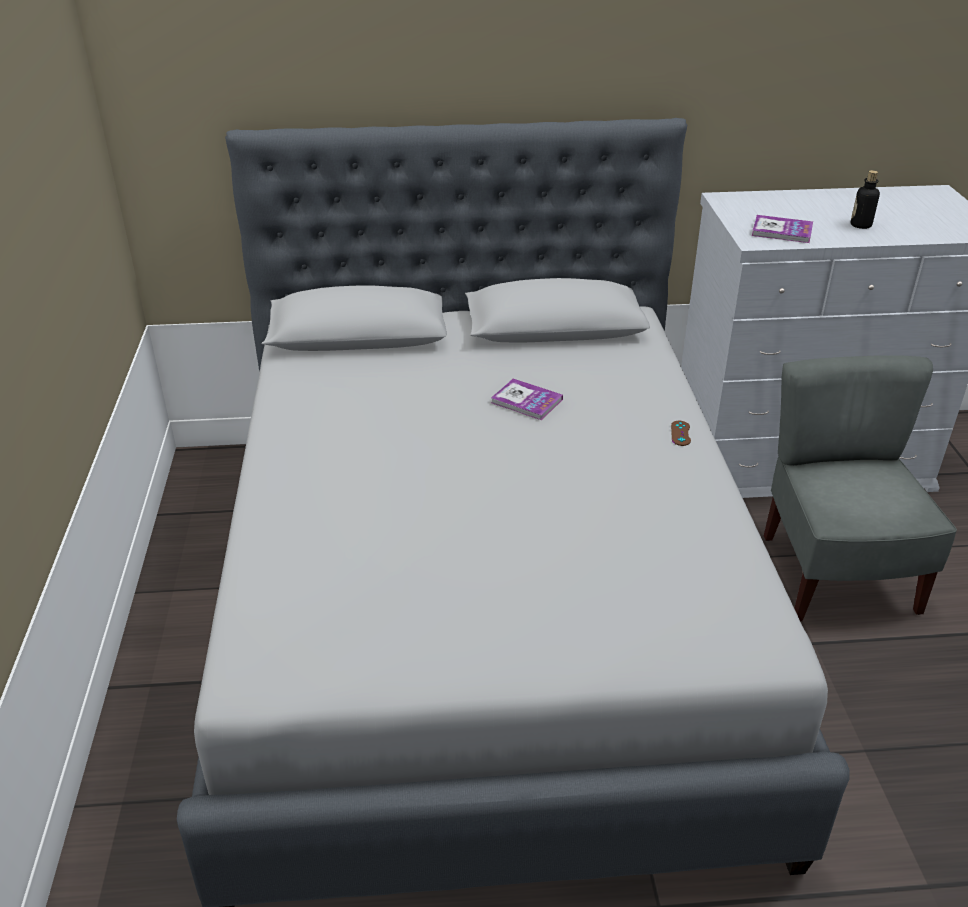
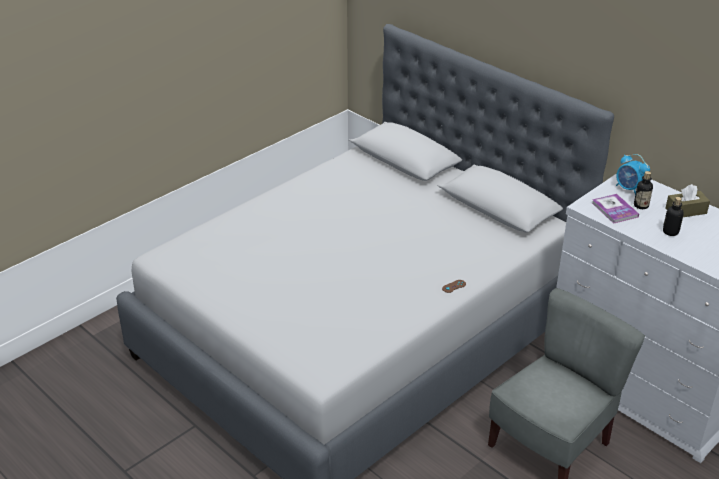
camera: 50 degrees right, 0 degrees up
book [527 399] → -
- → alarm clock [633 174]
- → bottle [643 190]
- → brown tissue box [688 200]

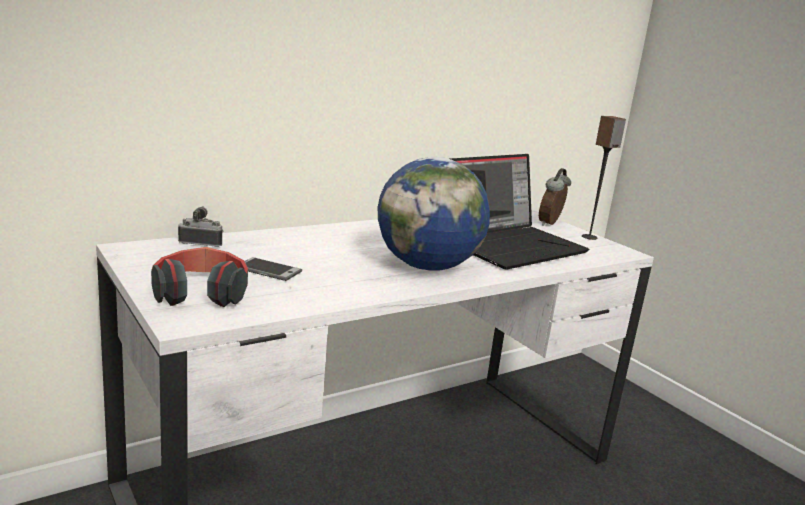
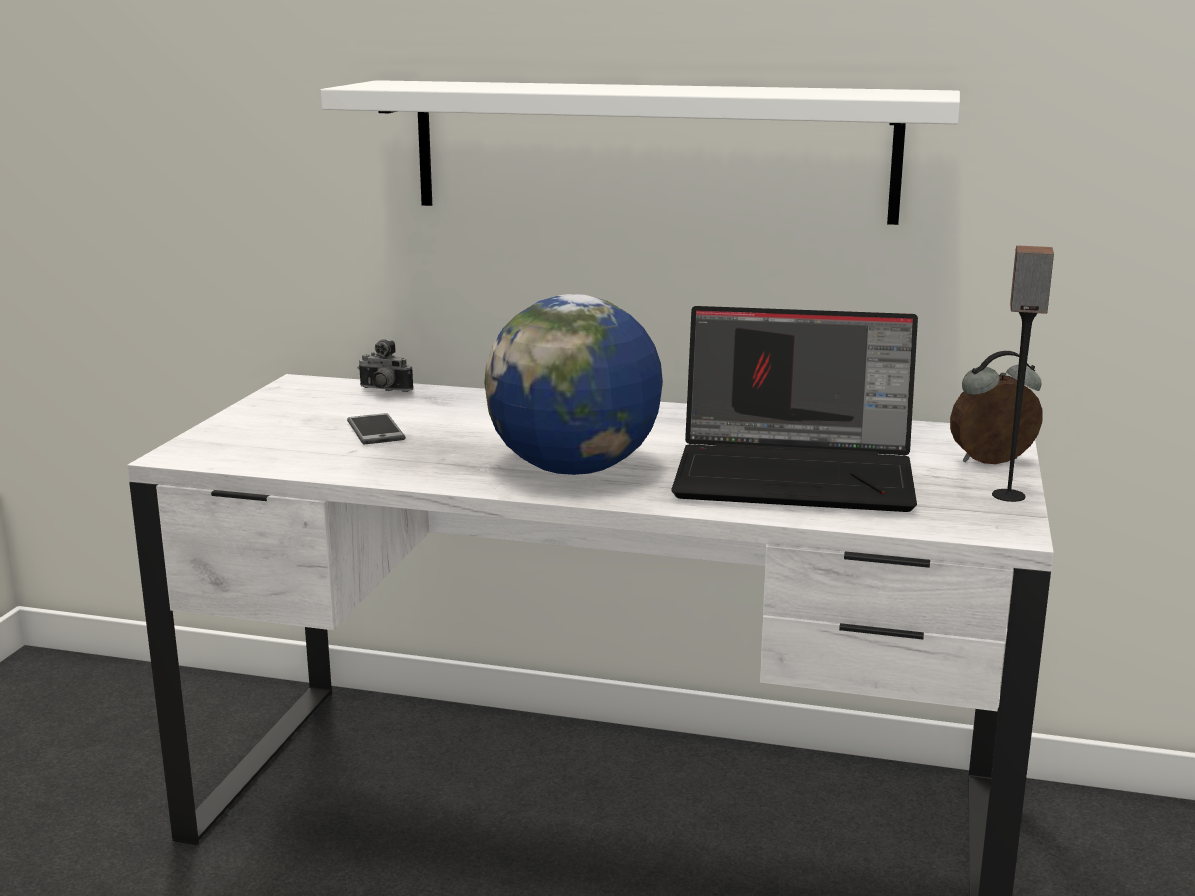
camera: 50 degrees right, 0 degrees up
headphones [199 277] → -
- → white shelf [640 152]
photo camera [200 226] → photo camera [385 365], 150 degrees clockwise

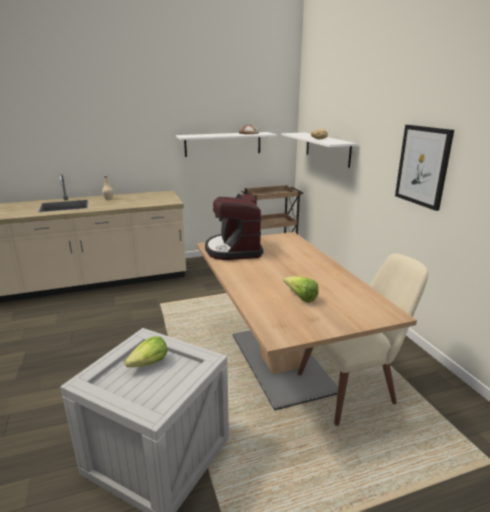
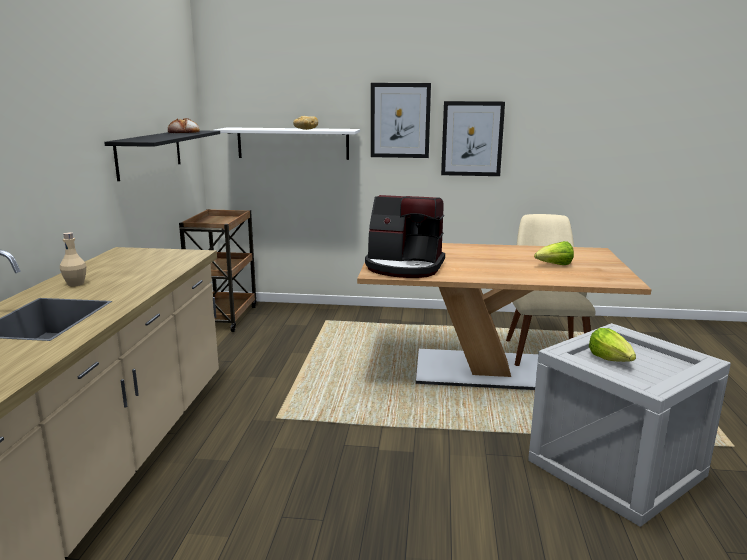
camera: 65 degrees left, 5 degrees down
- → picture [401 120]
white shelf [226 144] → black shelf [162 156]

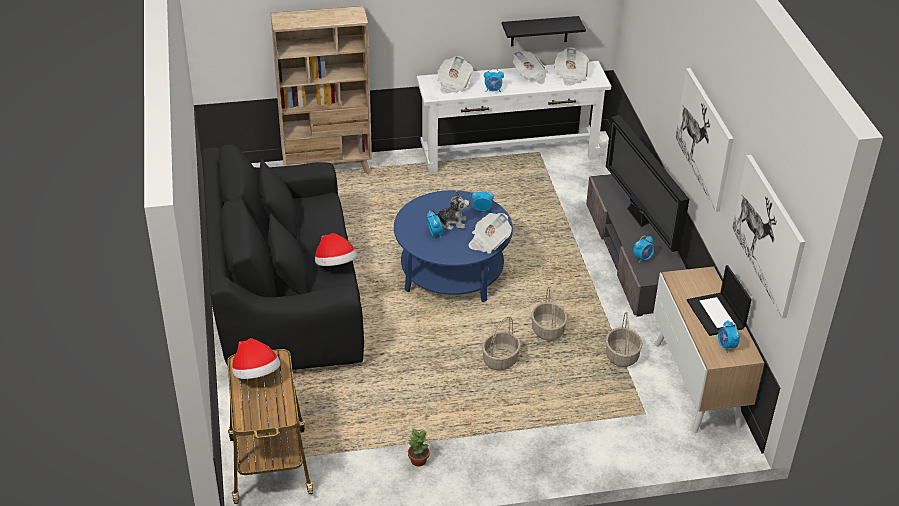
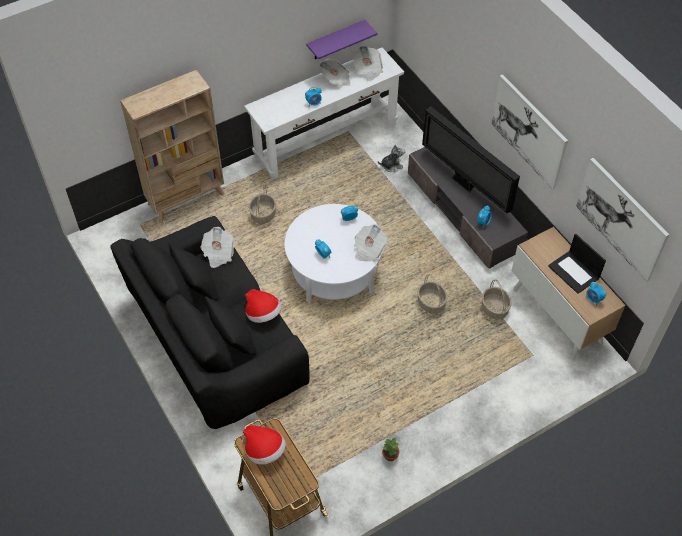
camera: 20 degrees left, 15 degrees up
plush toy [451 210] → plush toy [391 158], moved
newspaper [455 75] → newspaper [218 247], moved
basket [501 343] → basket [262 204], moved
blue coffee table [453 246] → white coffee table [333 253]
black shelf [544 31] → purple shelf [341 39]

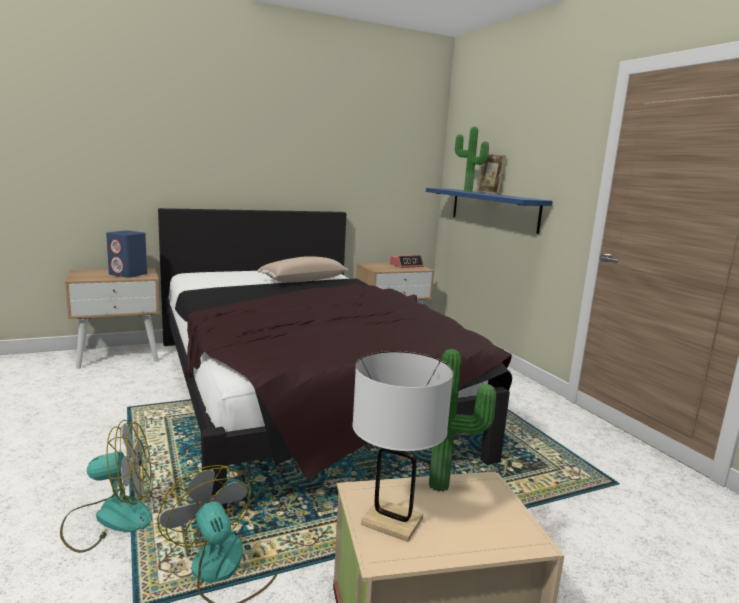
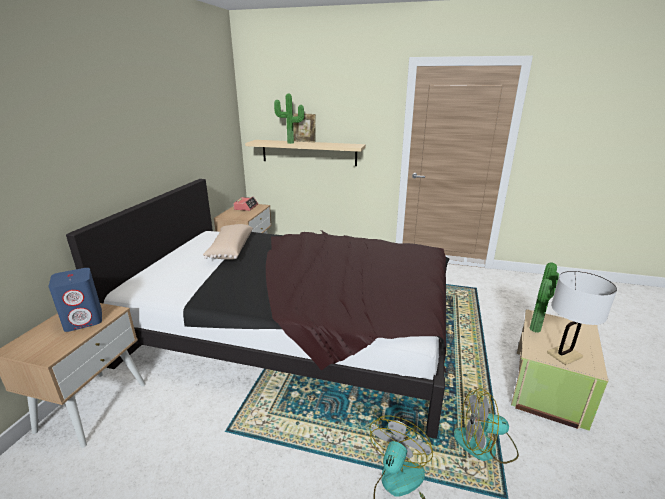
camera: 50 degrees left, 10 degrees up
blue shelf [489 211] → beige shelf [305 153]

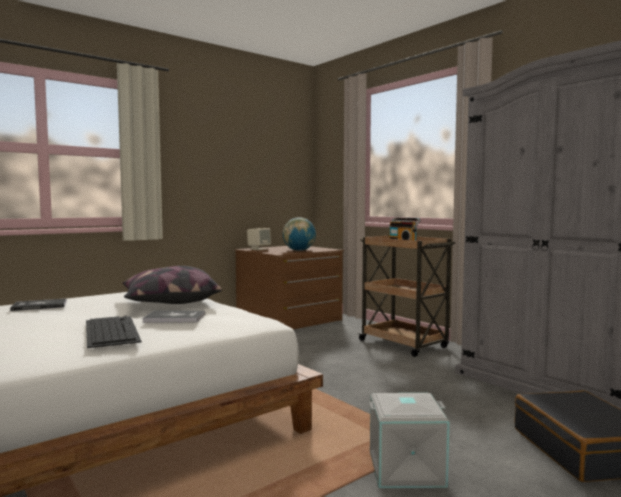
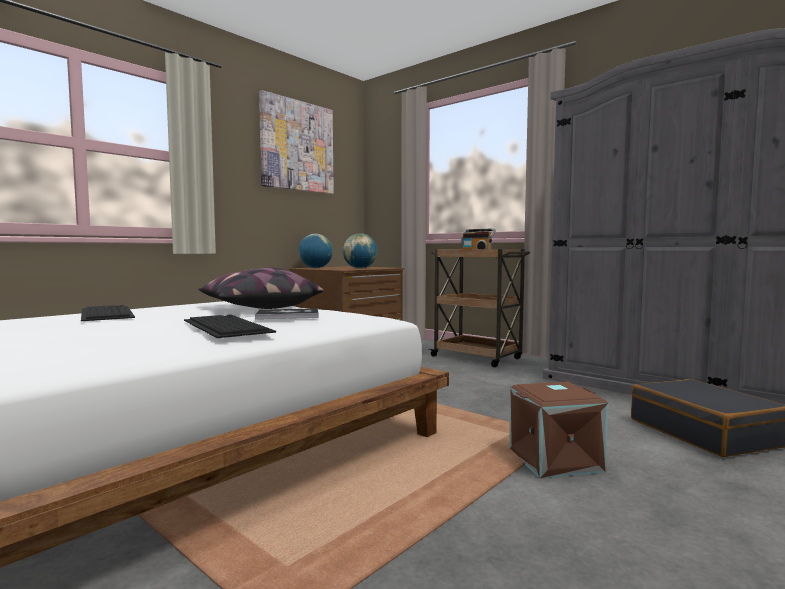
camera: 10 degrees left, 0 degrees up
- → picture [296 142]
book [38 304] → keyboard [108 313]
beige speaker [259 239] → globe [315 251]
grey storage box [409 440] → brown storage box [558 430]

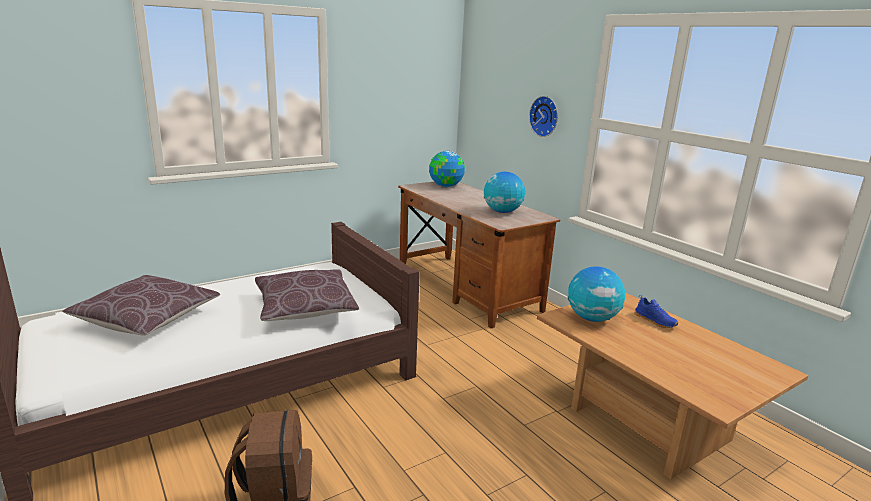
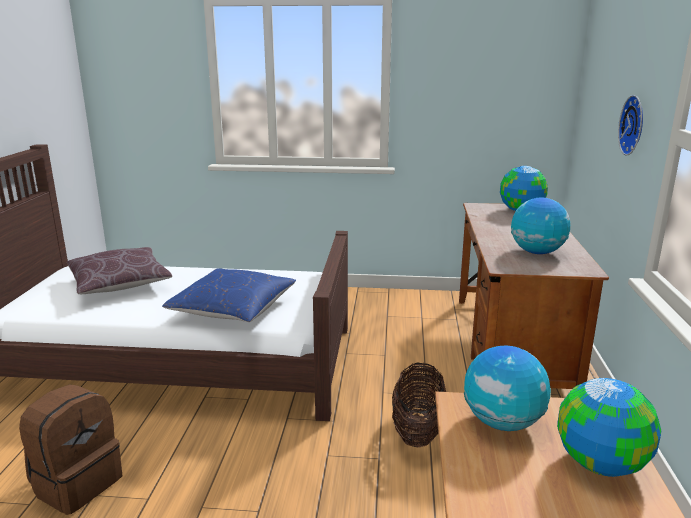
camera: 40 degrees right, 0 degrees up
- → basket [419 404]
blue shoe [656 311] → globe [609 427]
brown pillow [307 295] → blue pillow [229 295]

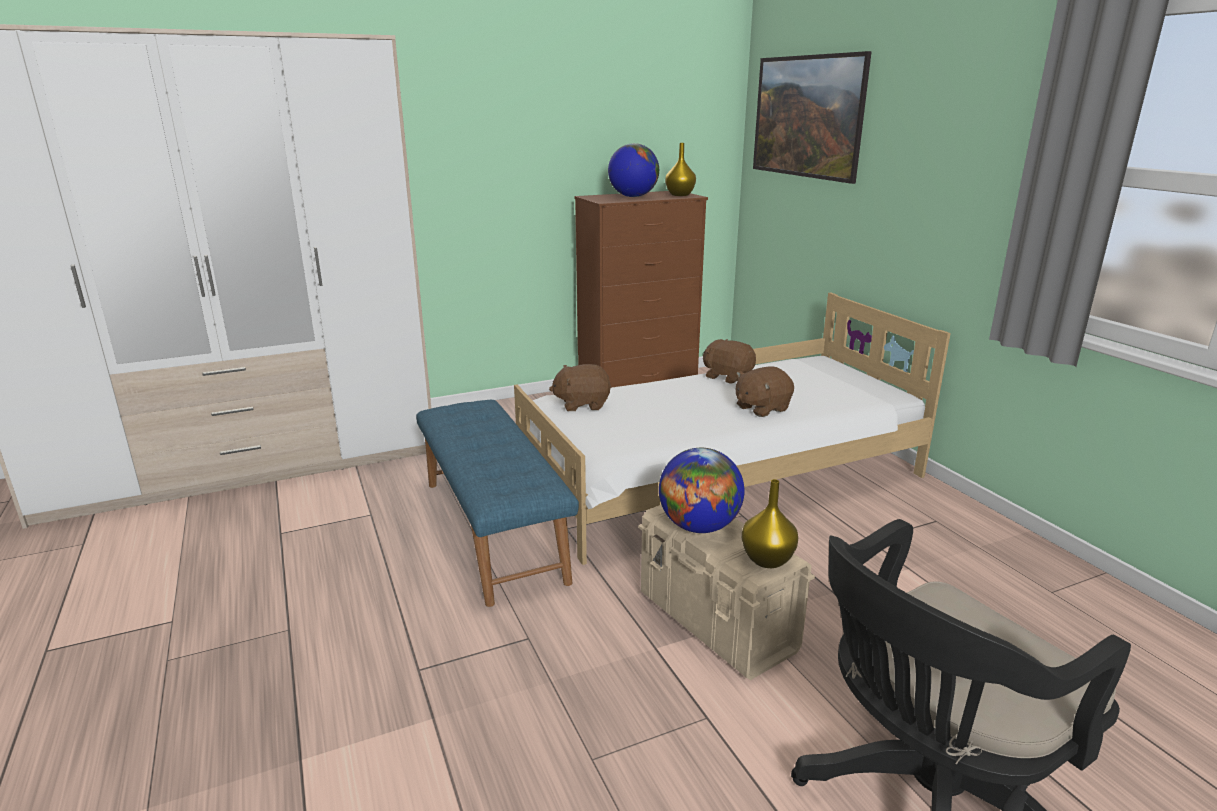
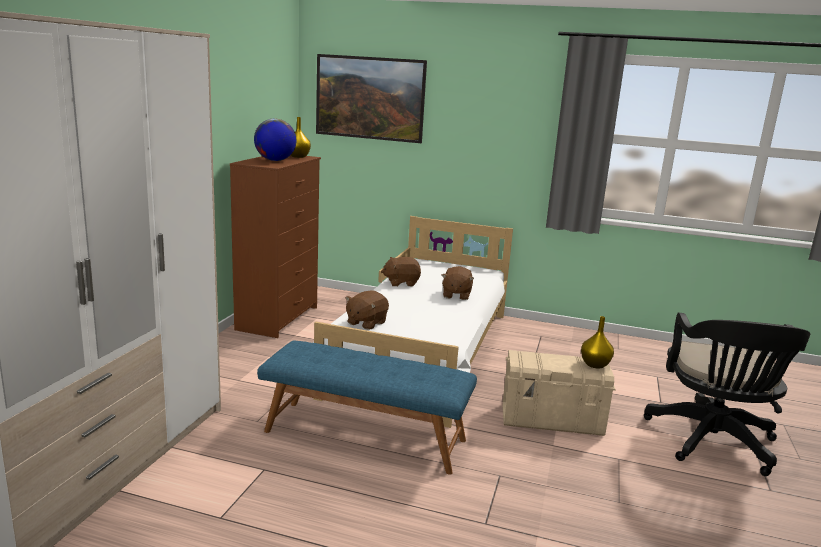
camera: 50 degrees left, 5 degrees down
globe [701 490] → -

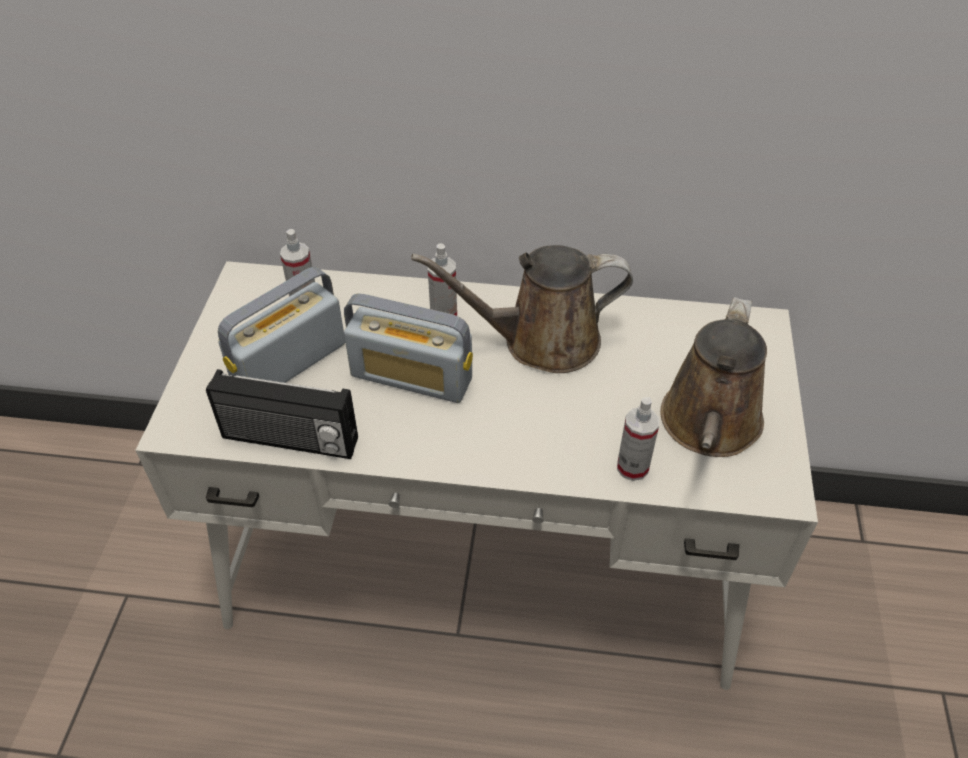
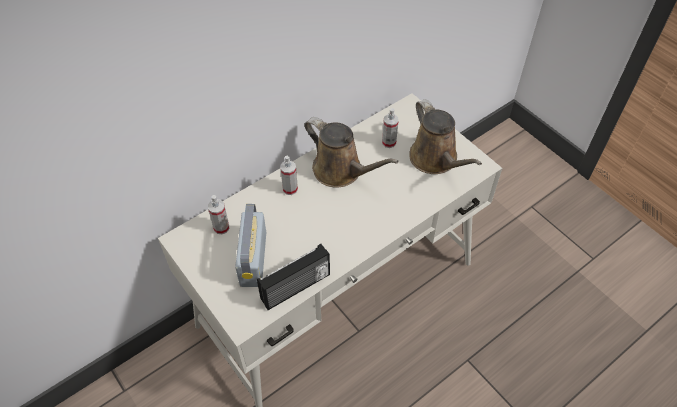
camera: 45 degrees left, 5 degrees up
radio [408 348] → -
spray bottle [638 439] → spray bottle [390 128], moved
brown watering can [522 309] → brown watering can [352 152], 90 degrees counterclockwise

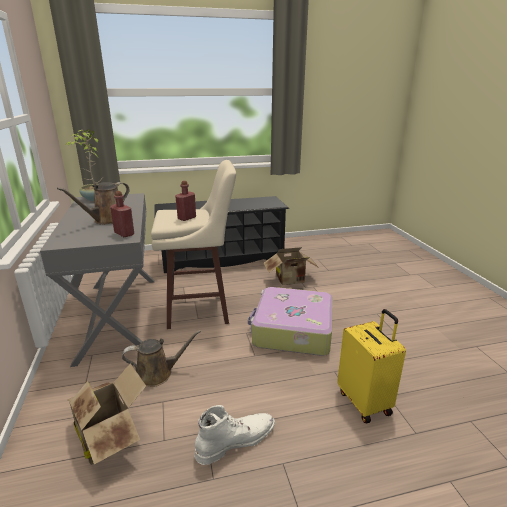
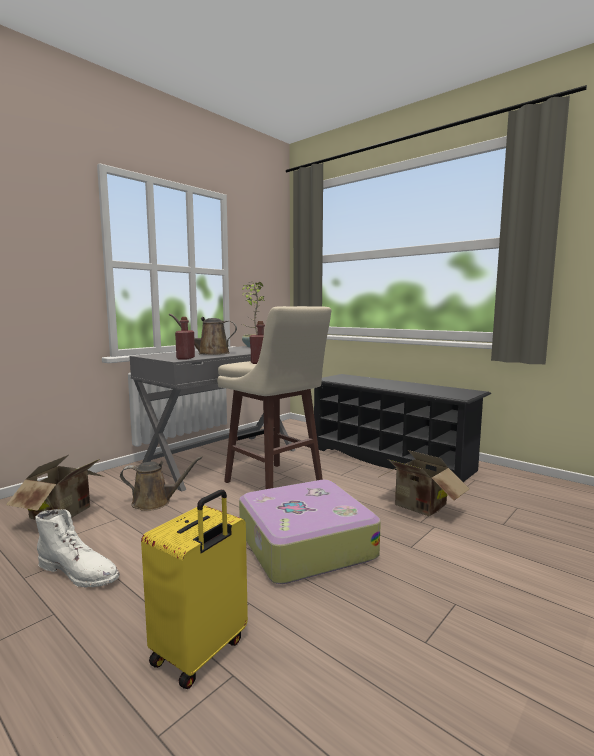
camera: 55 degrees right, 15 degrees down
brown watering can [161 358] → brown watering can [161 483], 45 degrees counterclockwise

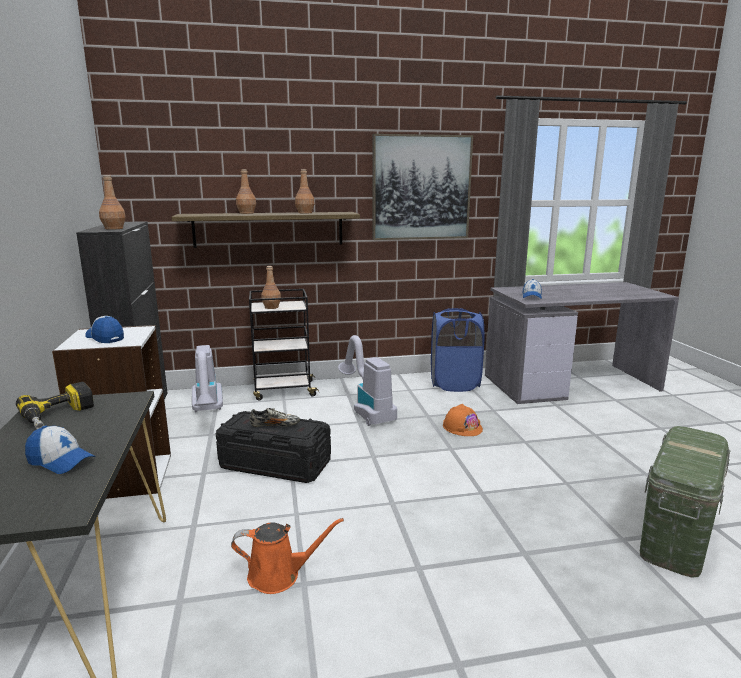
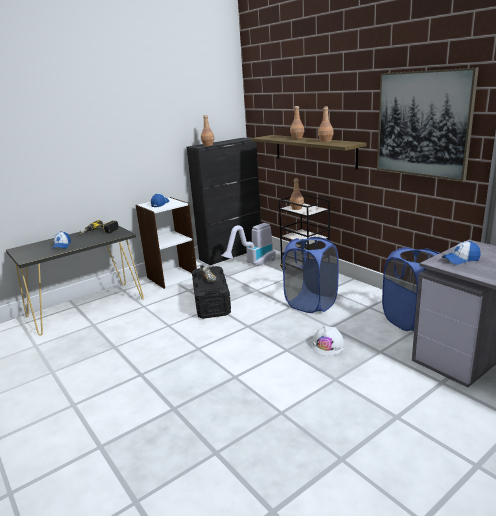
camera: 65 degrees right, 5 degrees up
orange watering can [287 556] → -
green storage box [685 502] → -
vacuum cleaner [367 380] → blue laundry basket [311 275]
orange hard hat [463 420] → white hard hat [328 341]

